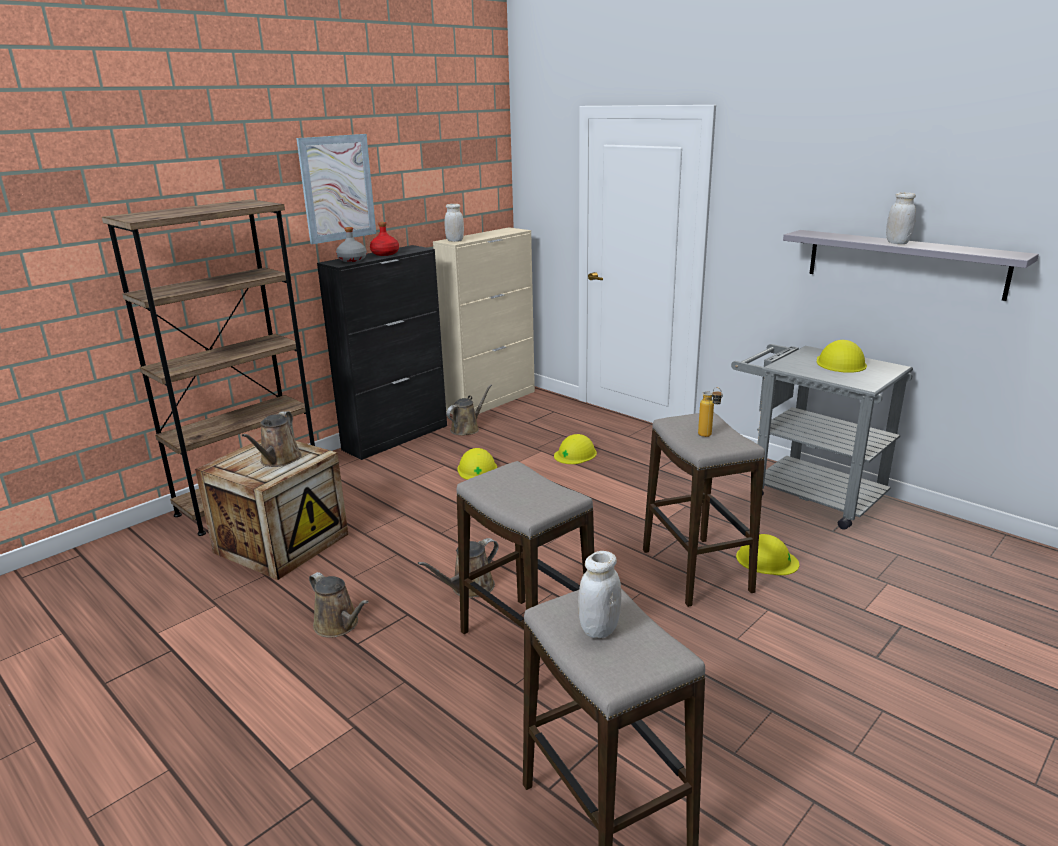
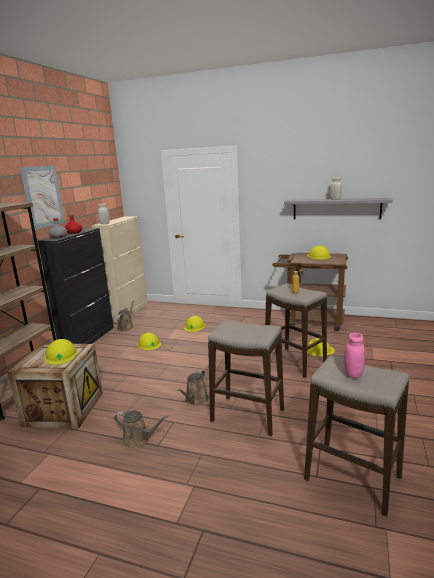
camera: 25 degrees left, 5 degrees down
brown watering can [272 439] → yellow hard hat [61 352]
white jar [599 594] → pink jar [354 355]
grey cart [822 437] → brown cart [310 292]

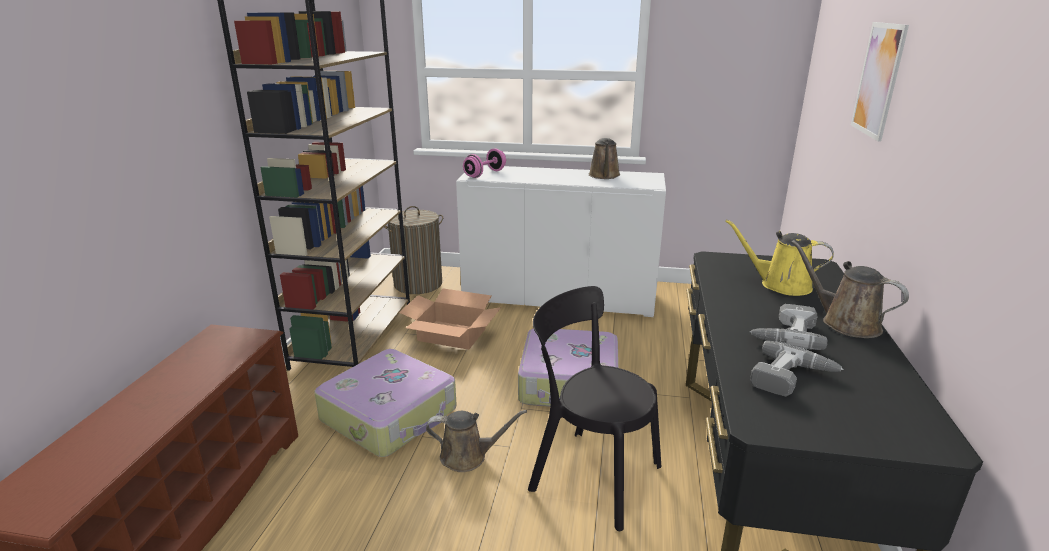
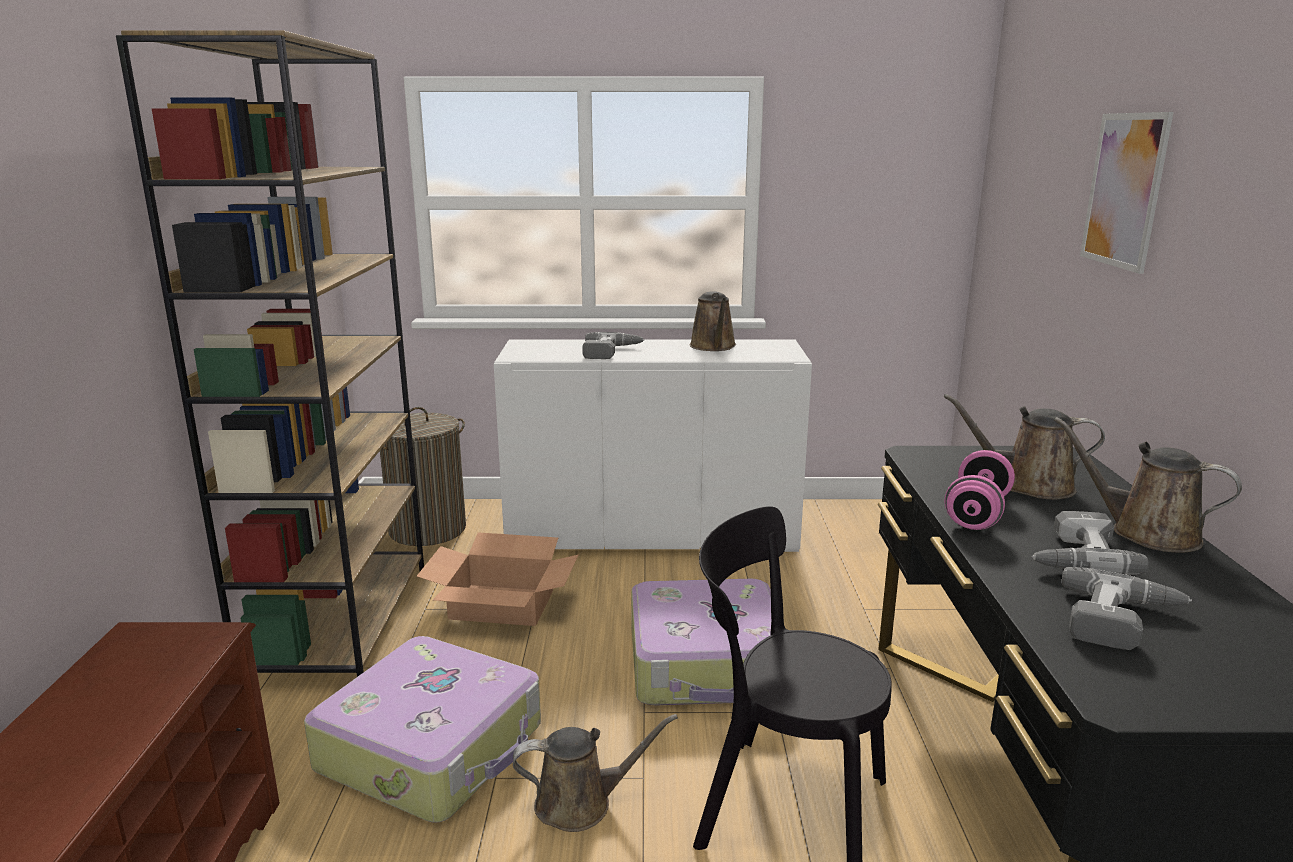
camera: 10 degrees left, 5 degrees down
- → power drill [613 345]
pink dumbbell [484 163] → pink dumbbell [980 490], moved
yellow watering can [779 257] → brown watering can [1024 446]

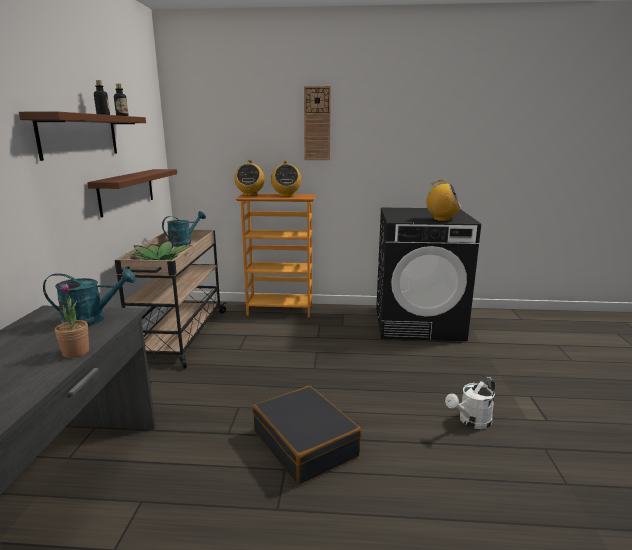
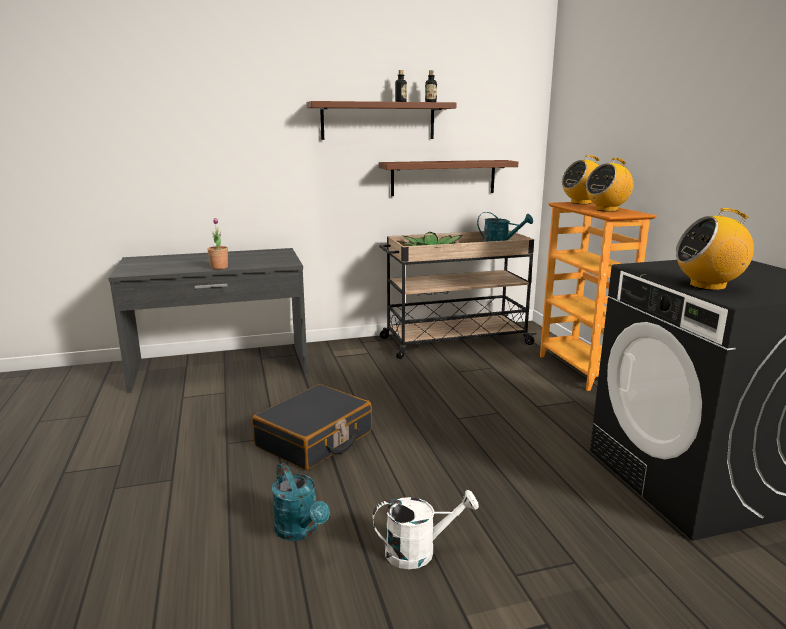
camera: 70 degrees right, 0 degrees up
wall clock [317 123] → -
turquoise watering can [89 297] → turquoise watering can [301 502], moved
radio [443 200] → radio [714 249], 90 degrees clockwise
white watering can [470 403] → white watering can [425 529], 135 degrees clockwise

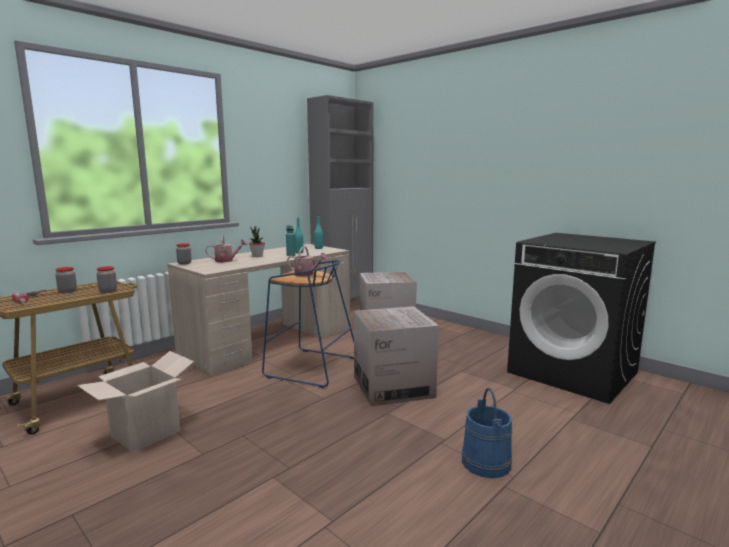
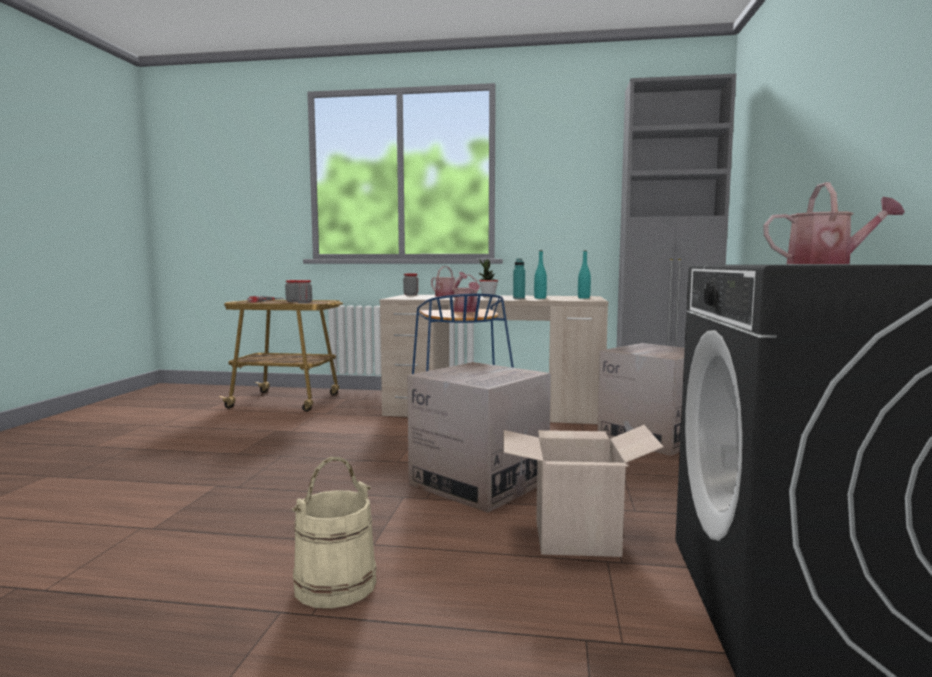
camera: 55 degrees right, 5 degrees down
- → watering can [834 223]
cardboard box [135 402] → cardboard box [583 491], moved
blue bucket [487 433] → beige bucket [334 532]

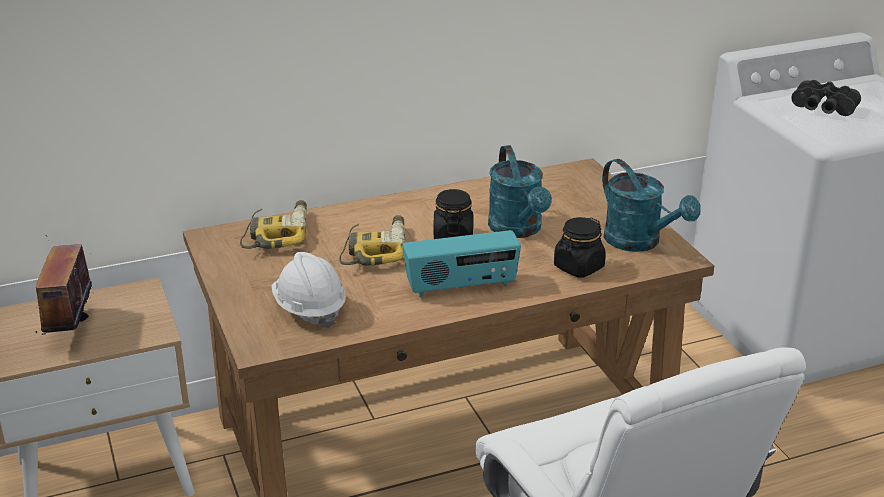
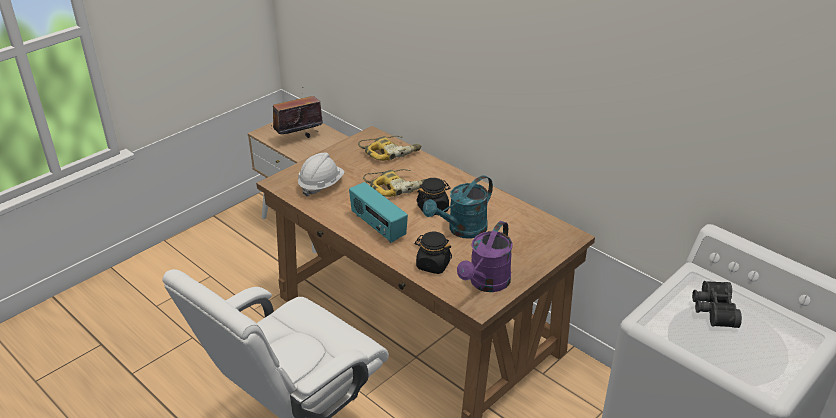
camera: 65 degrees right, 5 degrees up
turquoise watering can [651 205] → purple watering can [485 256]

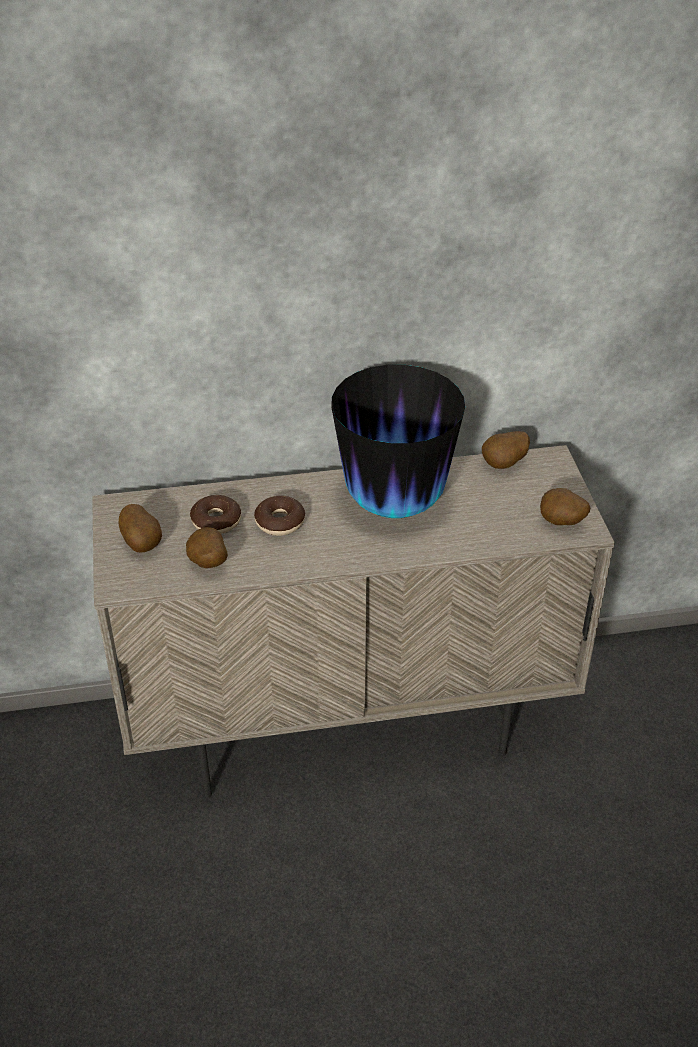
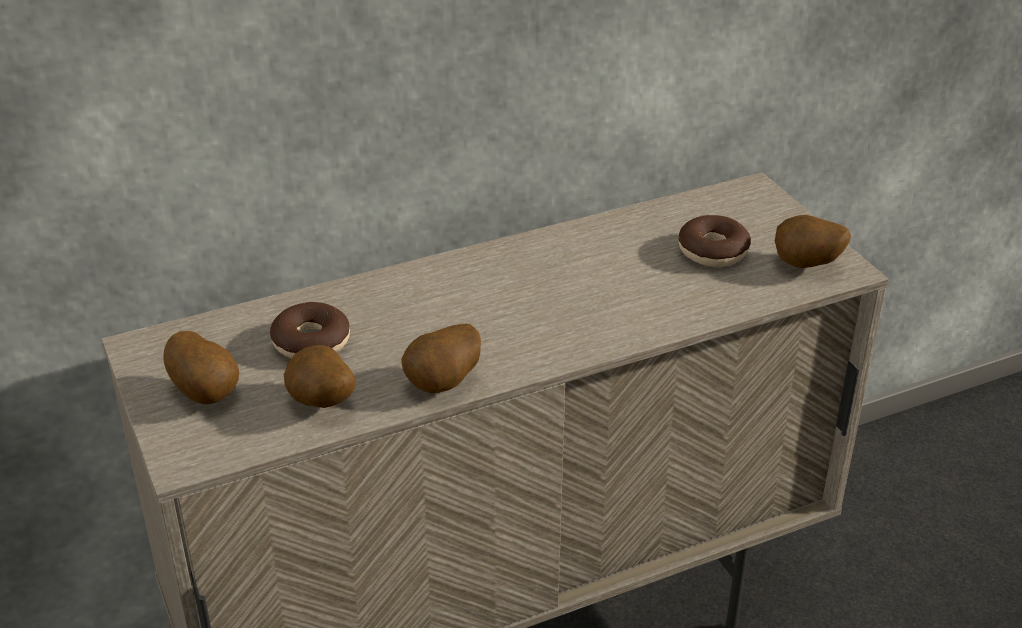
camera: 15 degrees left, 5 degrees down
vase [398 441] → -
donut [279 516] → donut [714 241], moved
potato [506 450] → potato [441 358], moved

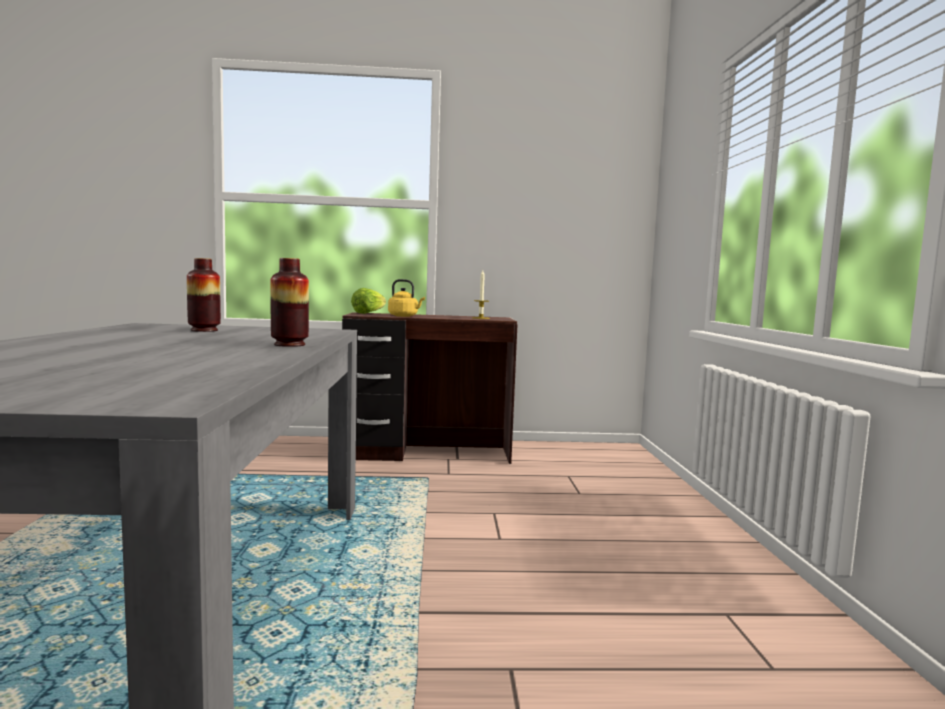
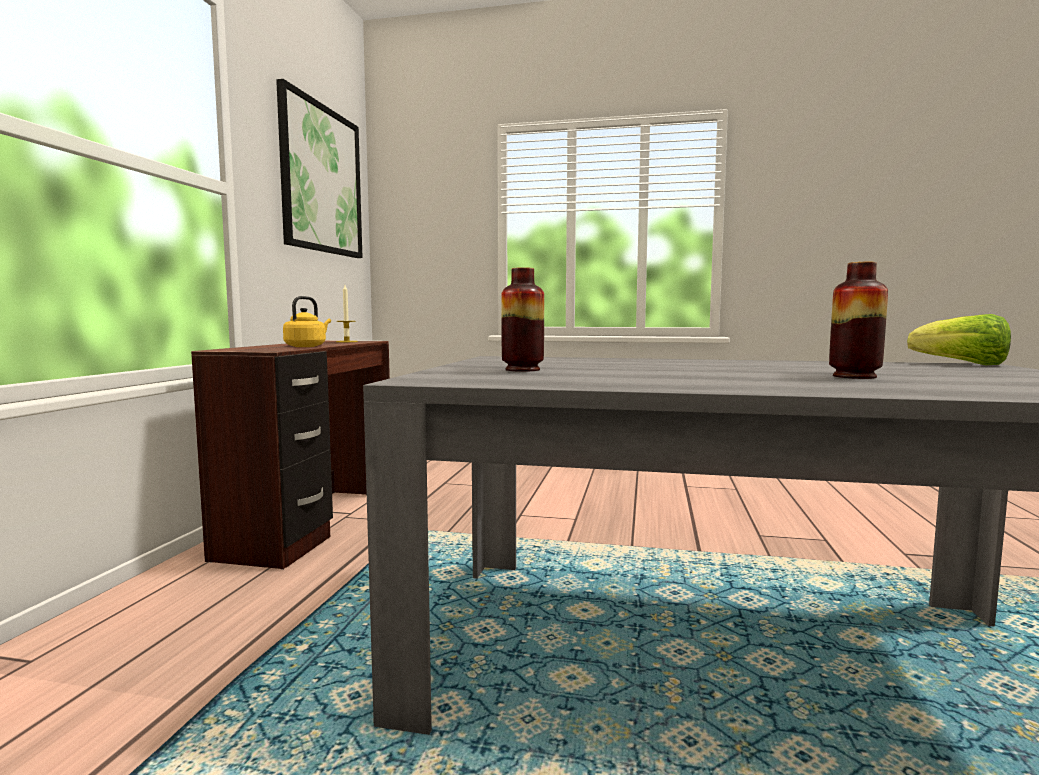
camera: 75 degrees left, 0 degrees up
- → picture [319 168]
vase [289 302] → vase [858 320], moved
lettuce [368 301] → lettuce [959 339], moved

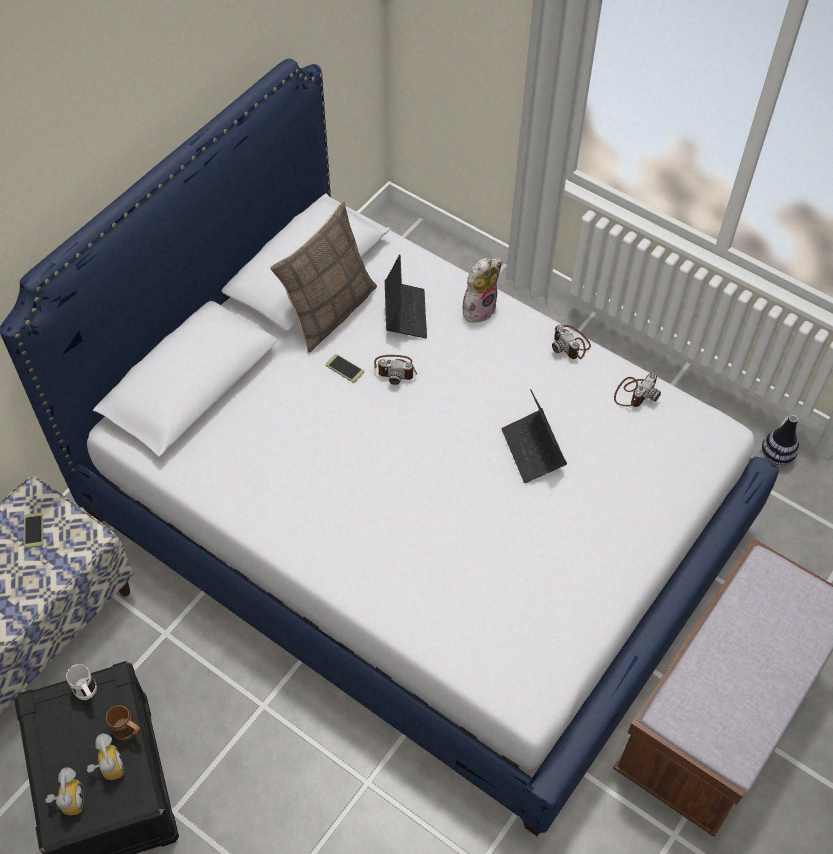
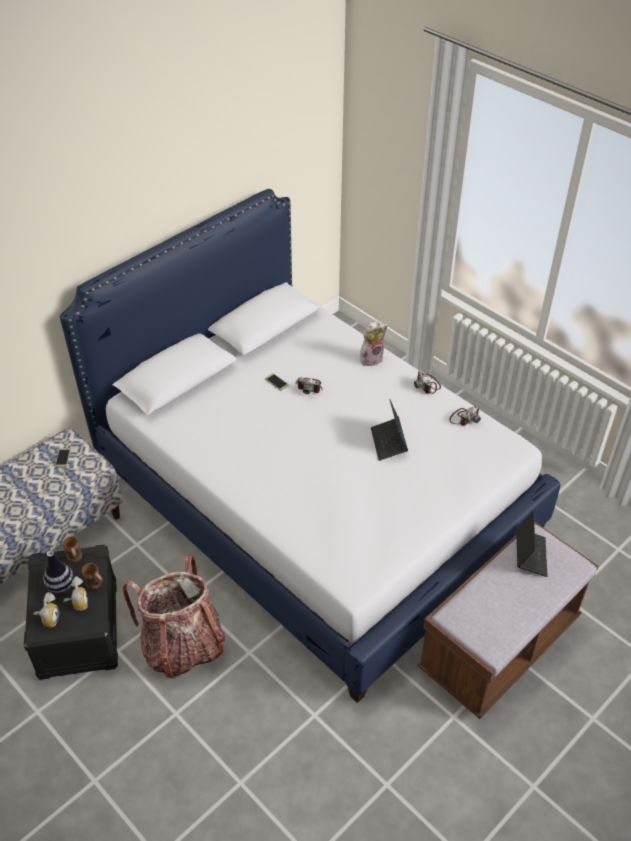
camera: 10 degrees right, 10 degrees down
pillow [323 277] → -
- → backpack [174 617]
laptop [406 296] → laptop [532 543], moved
vase [780 440] → vase [58 571], moved
white mug [81 682] → brown mug [72 549]

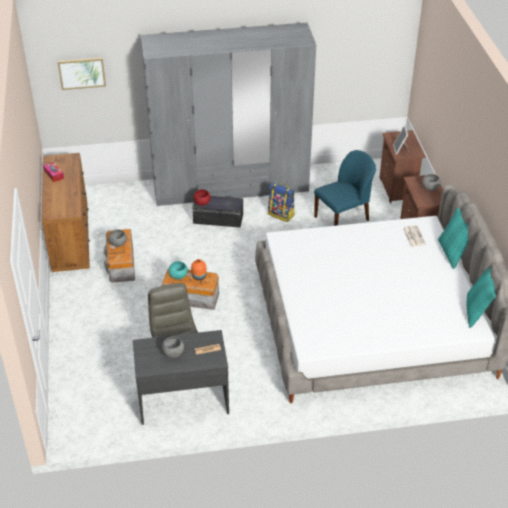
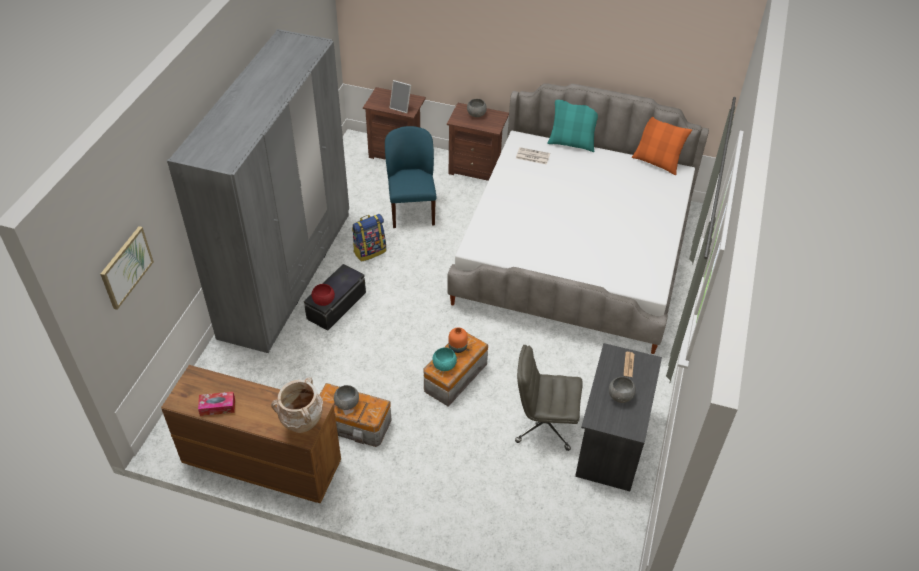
camera: 65 degrees left, 5 degrees up
- → beige vase [297 405]
turquoise pillow [481 298] → orange pillow [662 146]

